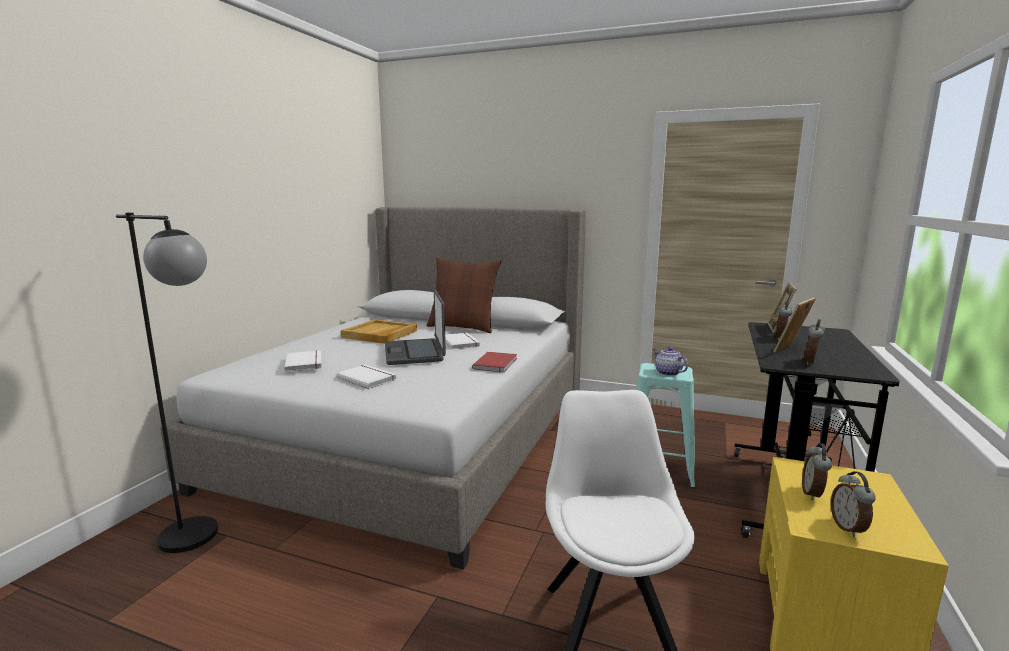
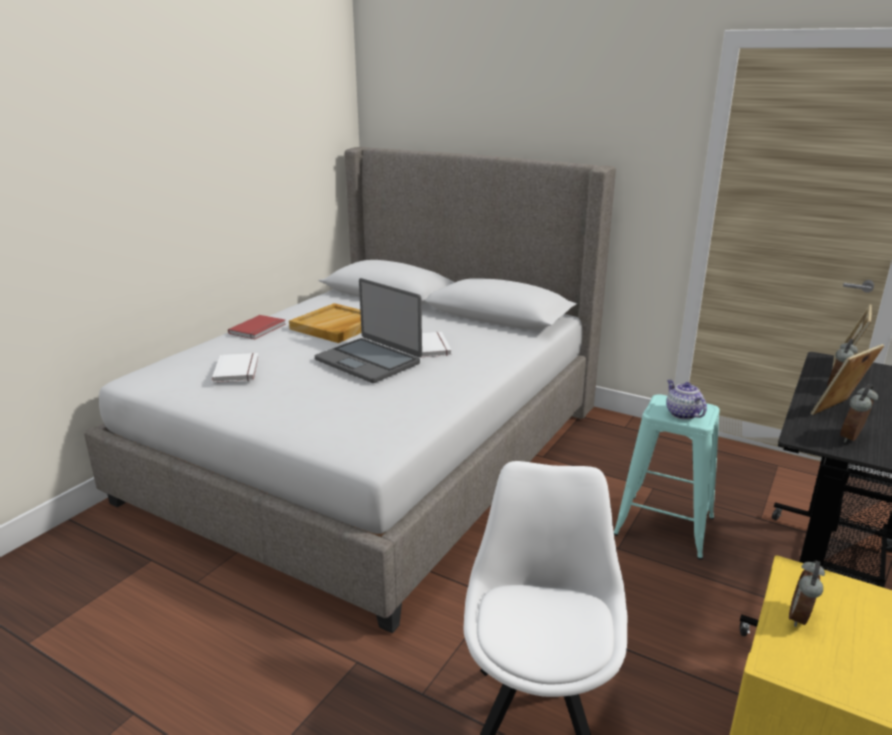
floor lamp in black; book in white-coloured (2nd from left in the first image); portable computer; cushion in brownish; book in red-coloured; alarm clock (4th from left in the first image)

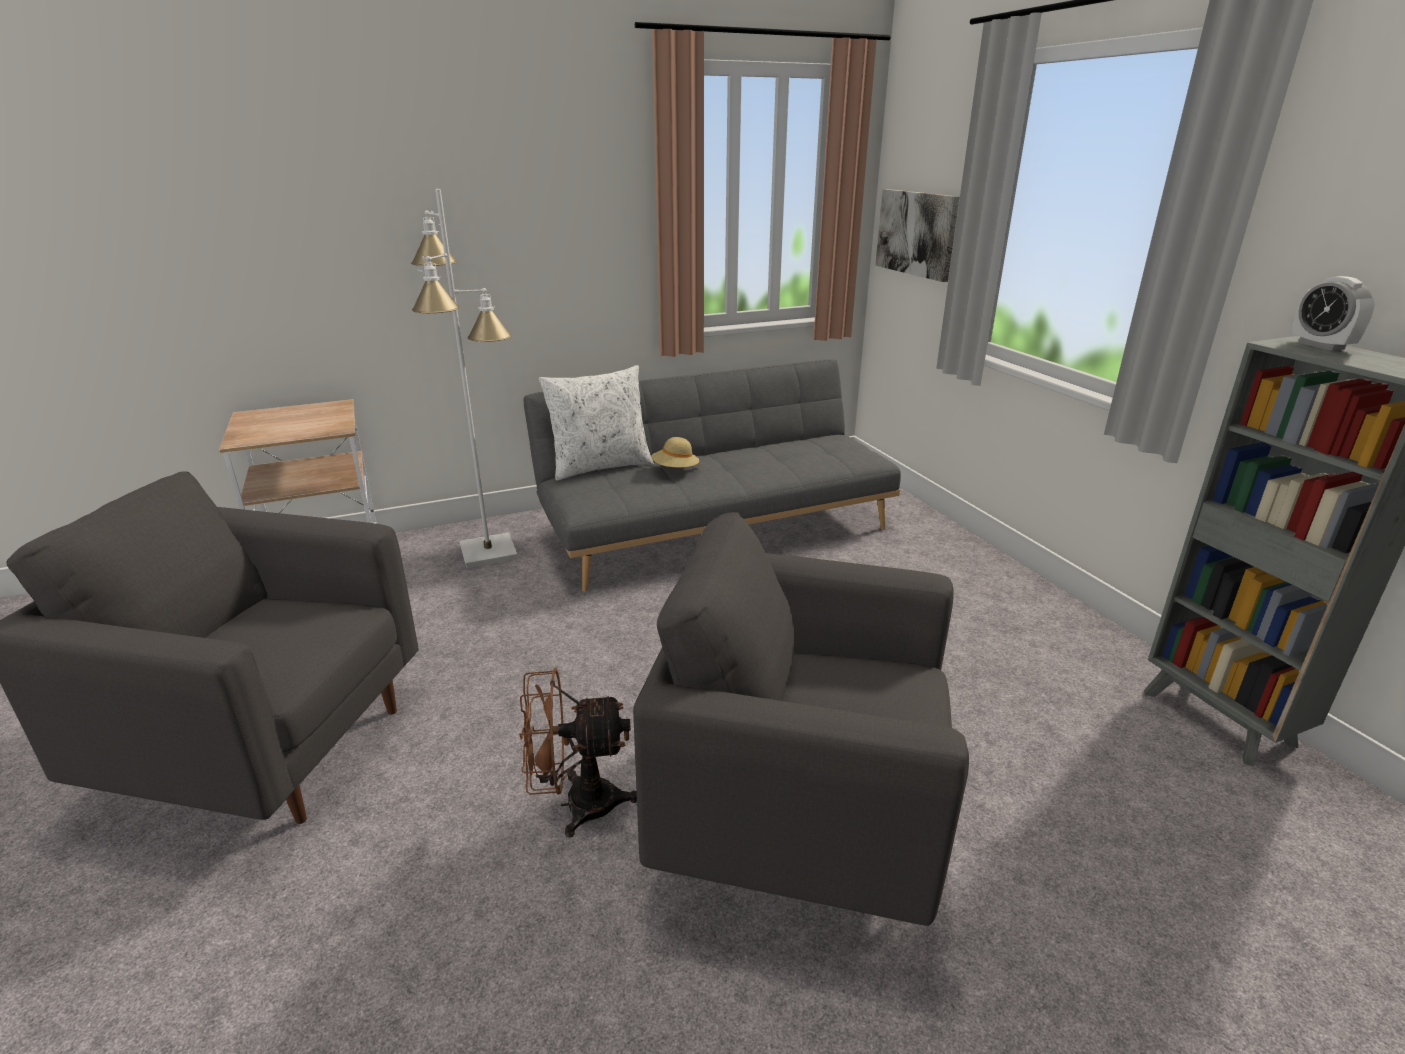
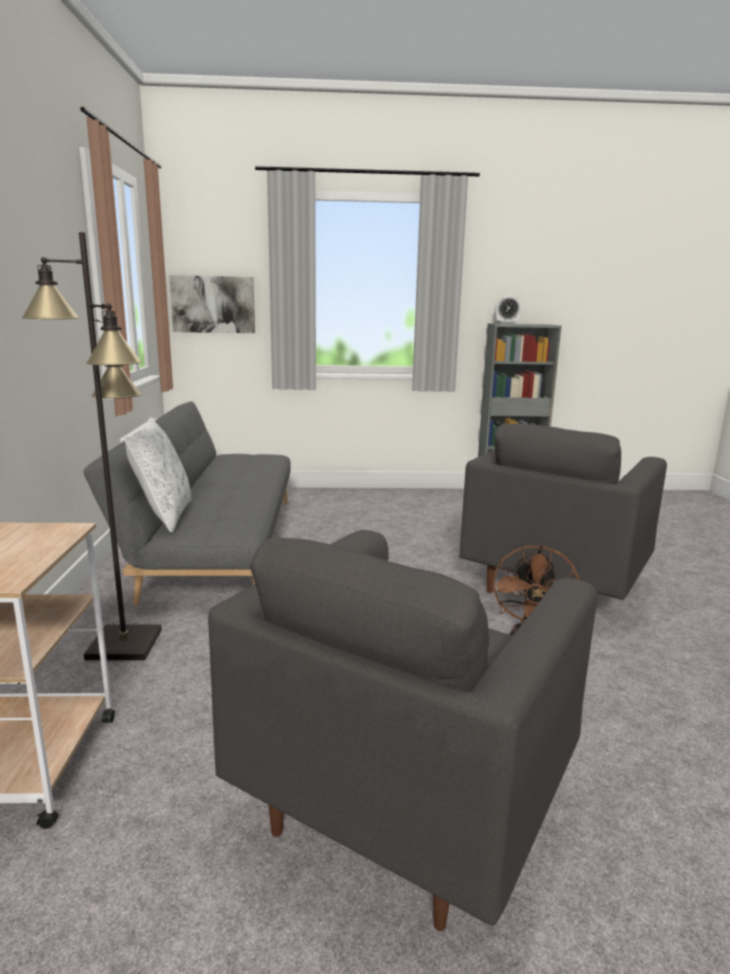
floor lamp in black; wearable hat in beige-coloured

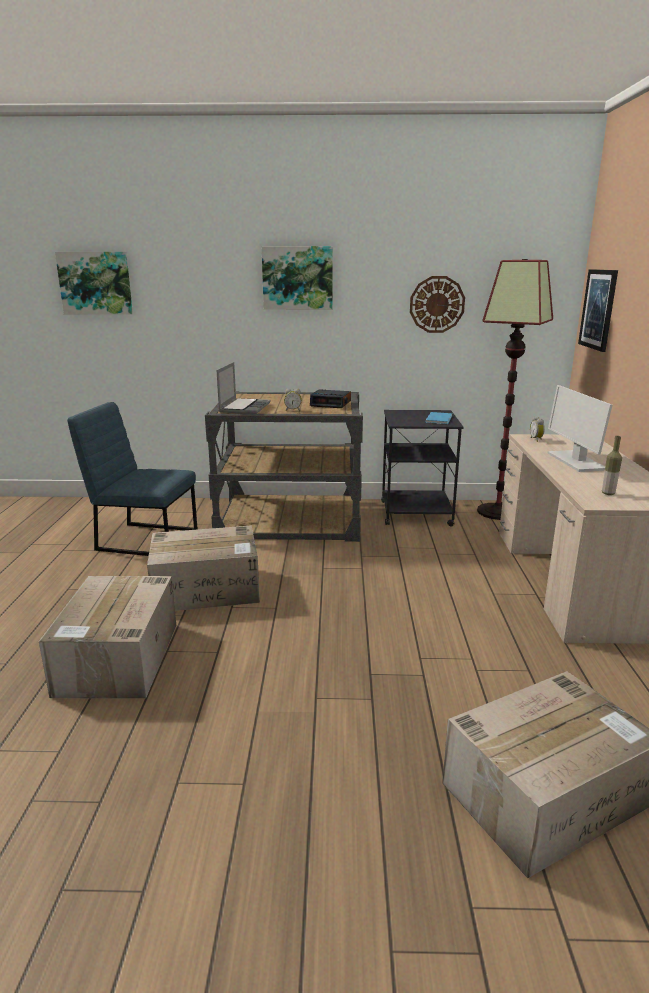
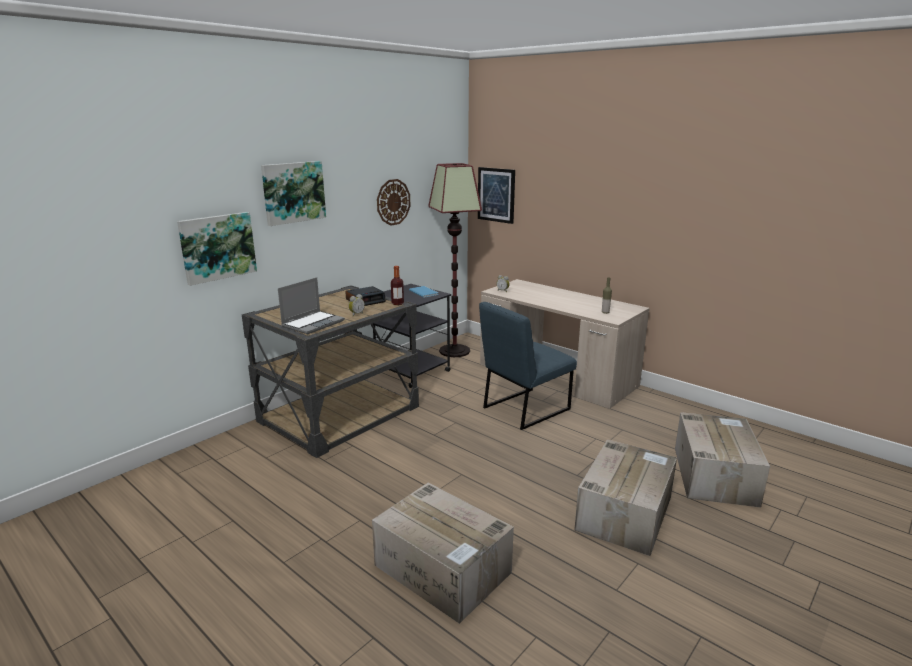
picture (1st from left); chair in bluish; carton (2nd from left); portable computer; computer display; bottle (1st from left)

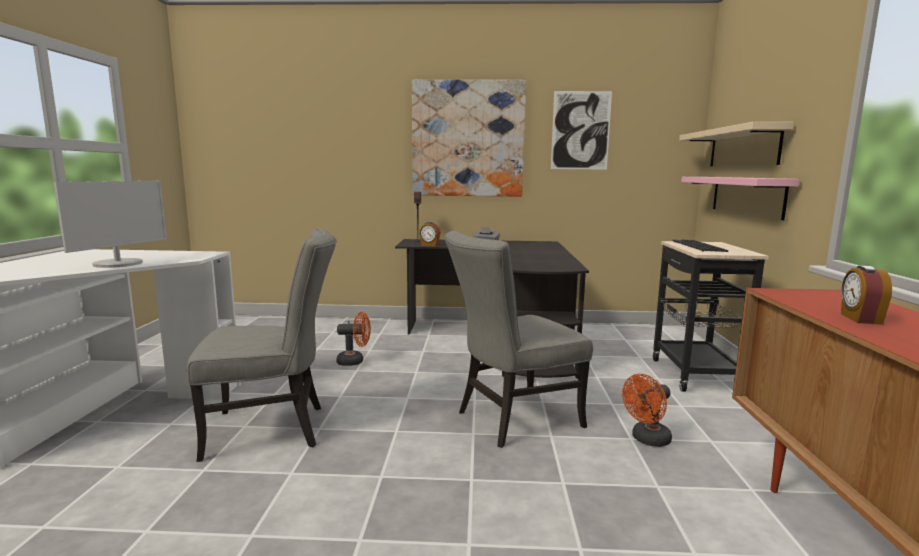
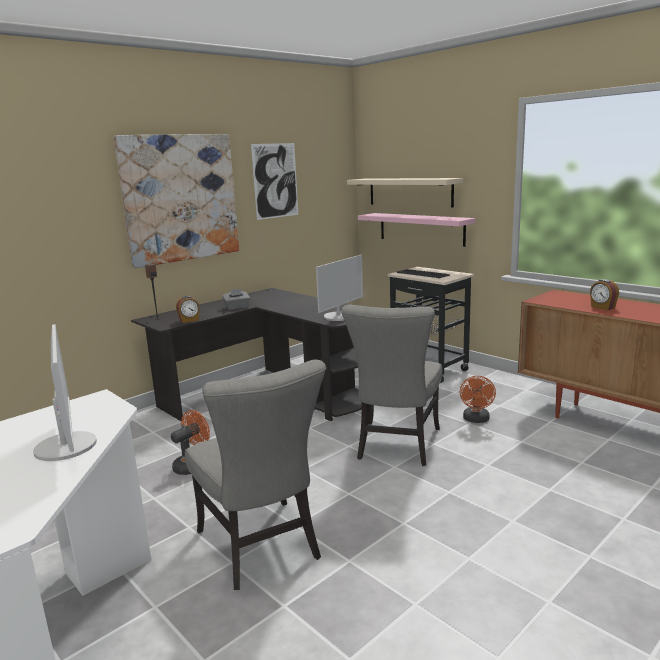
chair in grey (1st from left); computer display (2nd from left)

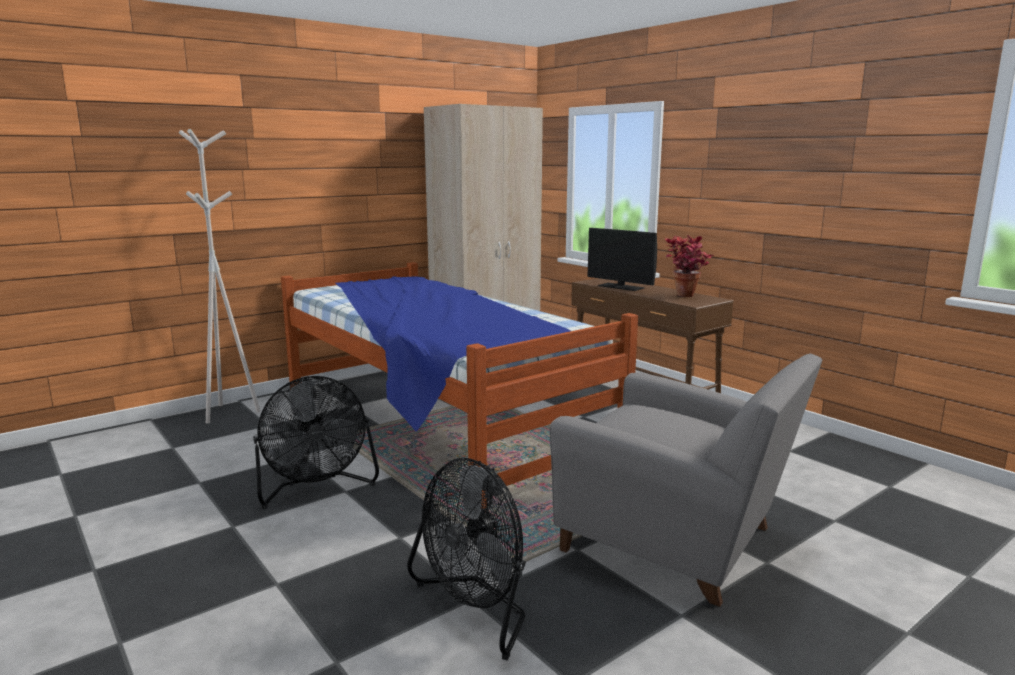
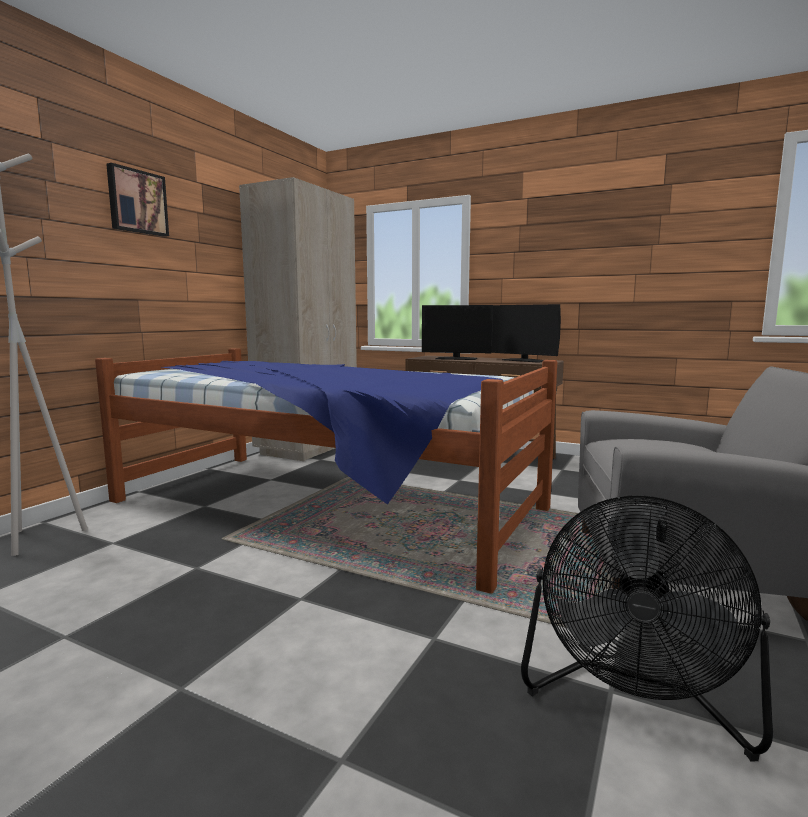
cooling fan in black (1st from left in the first image); computer display (2nd from left); picture

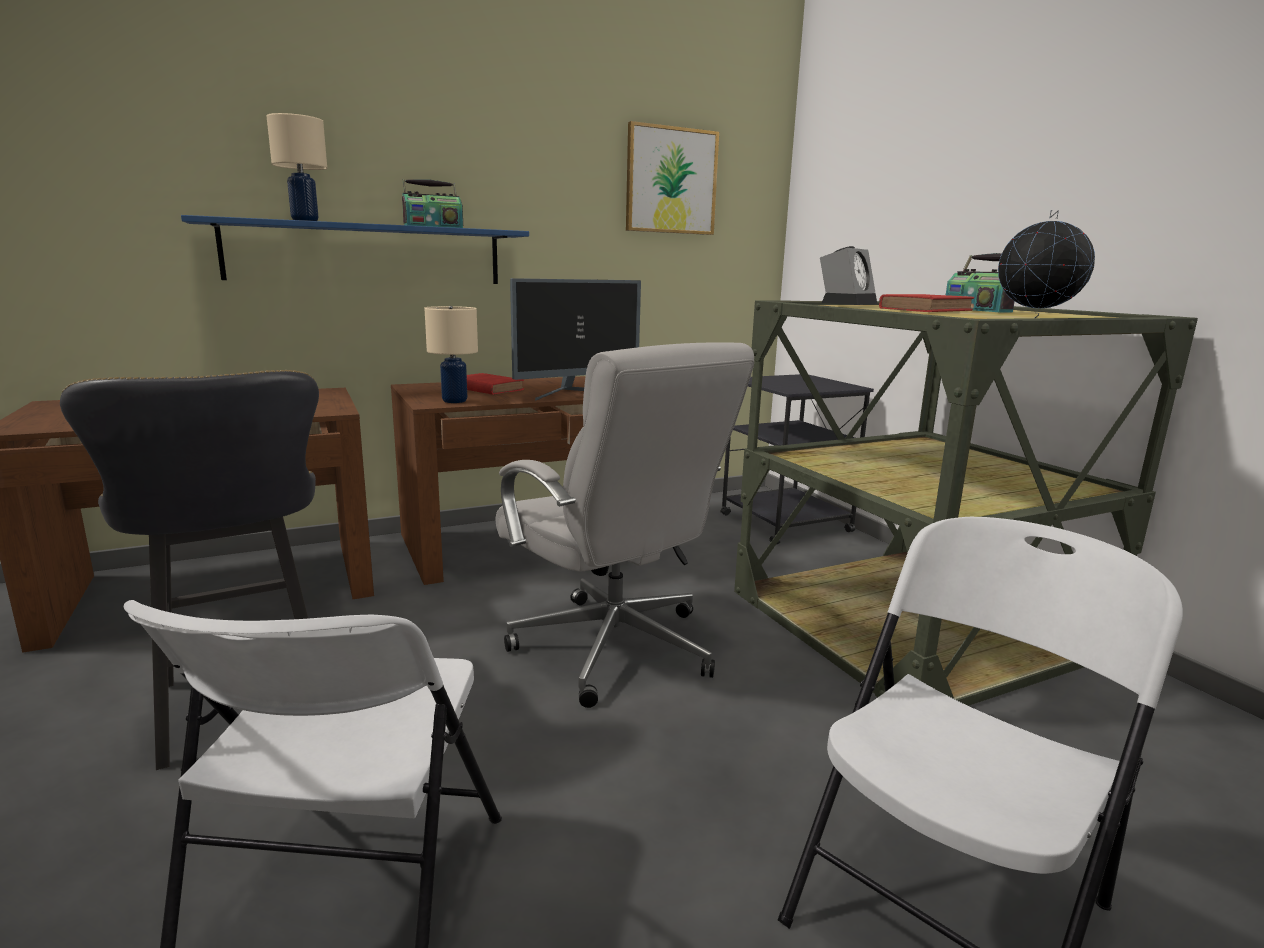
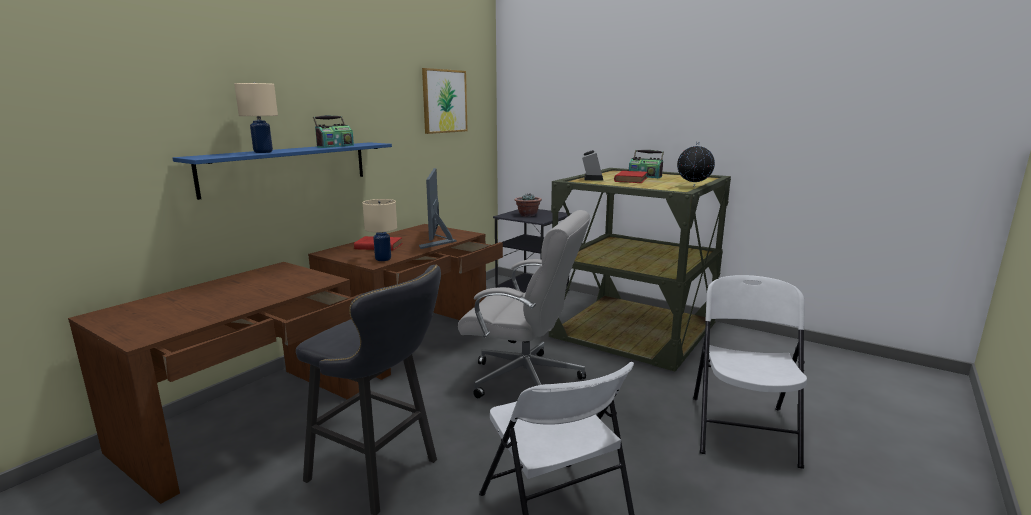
computer display; houseplant

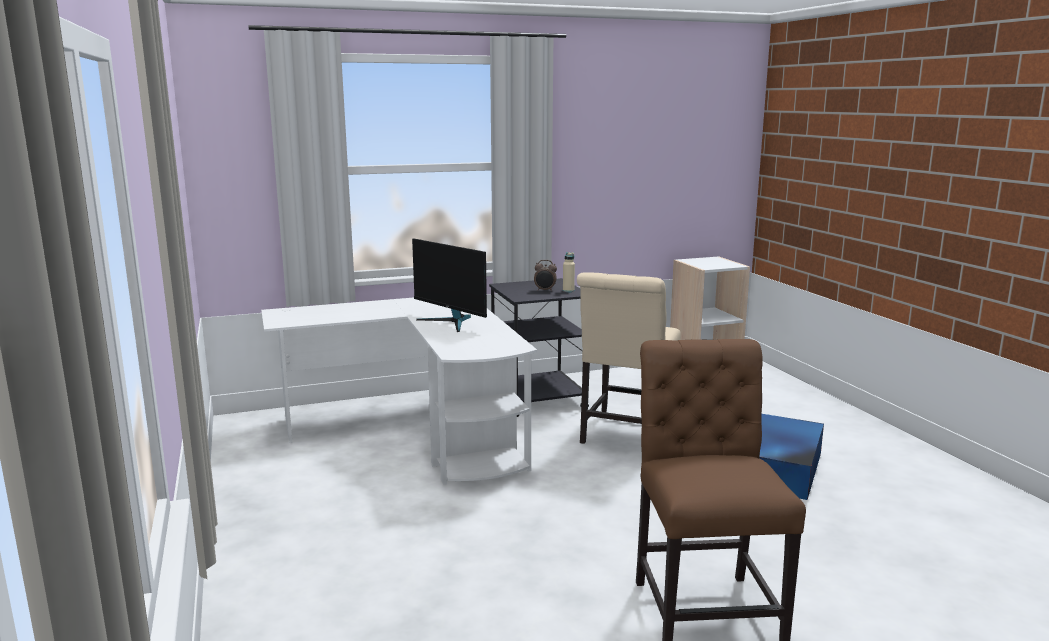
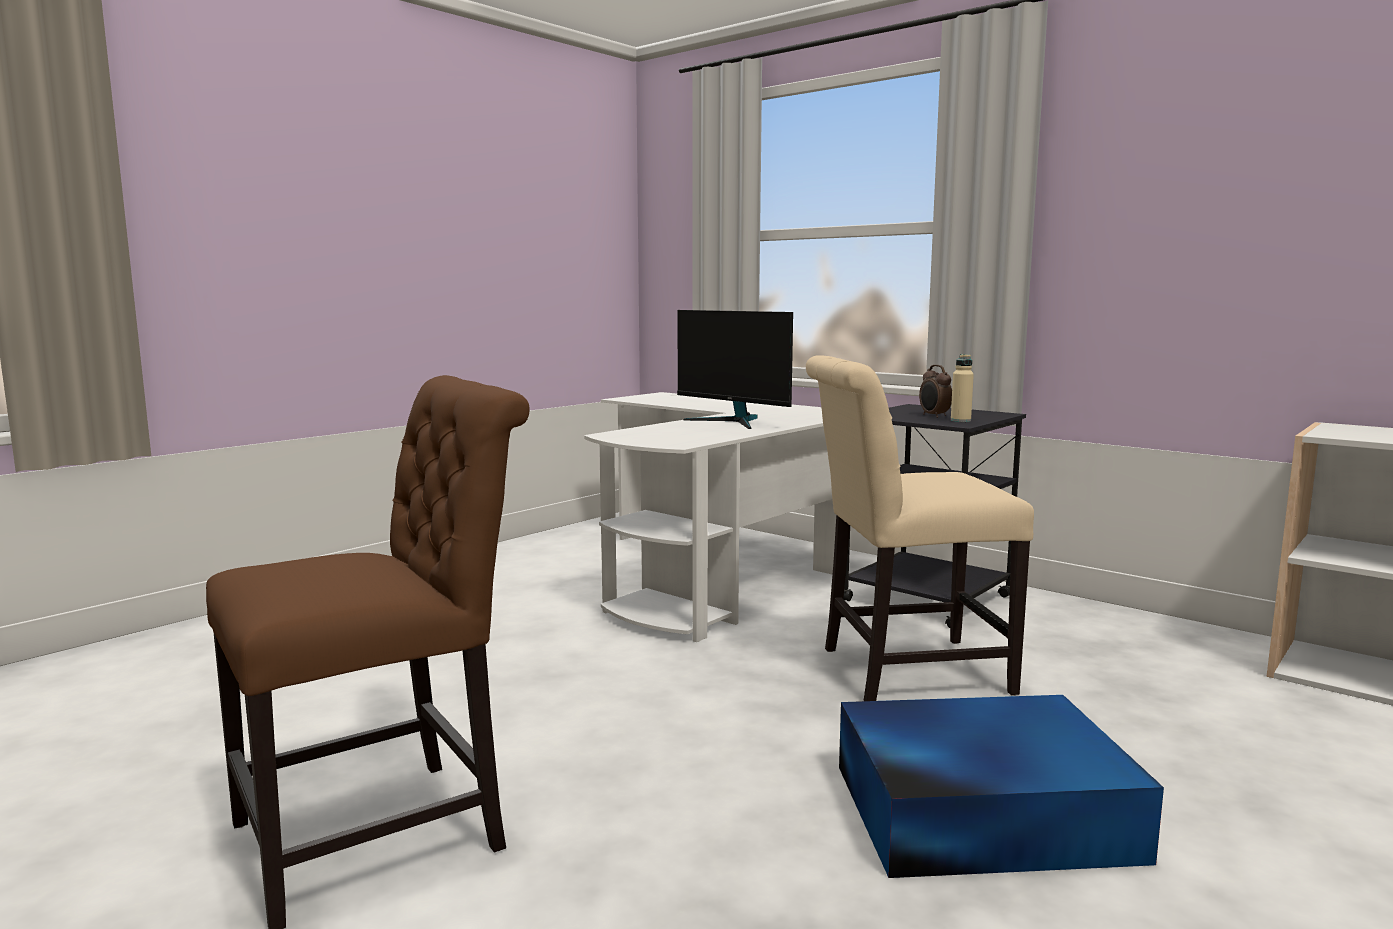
computer display

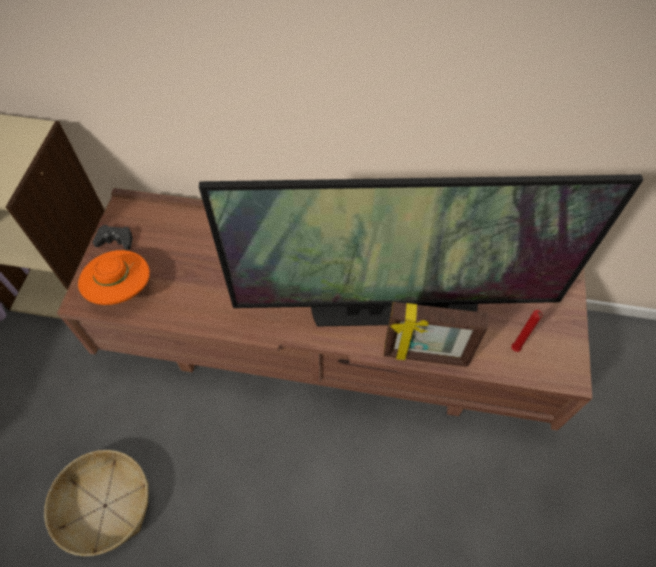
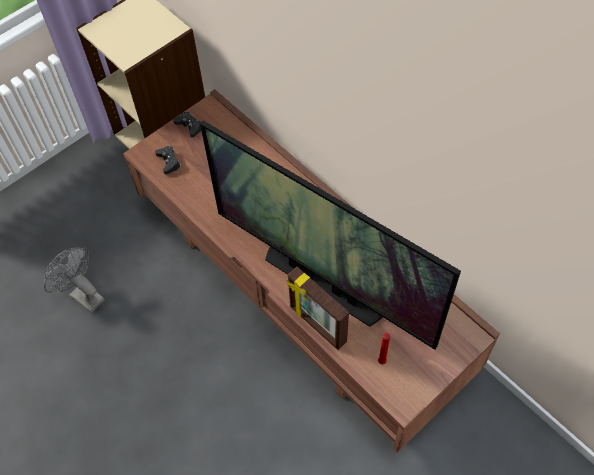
cooling fan in grey; game controller in black (1st from left)

